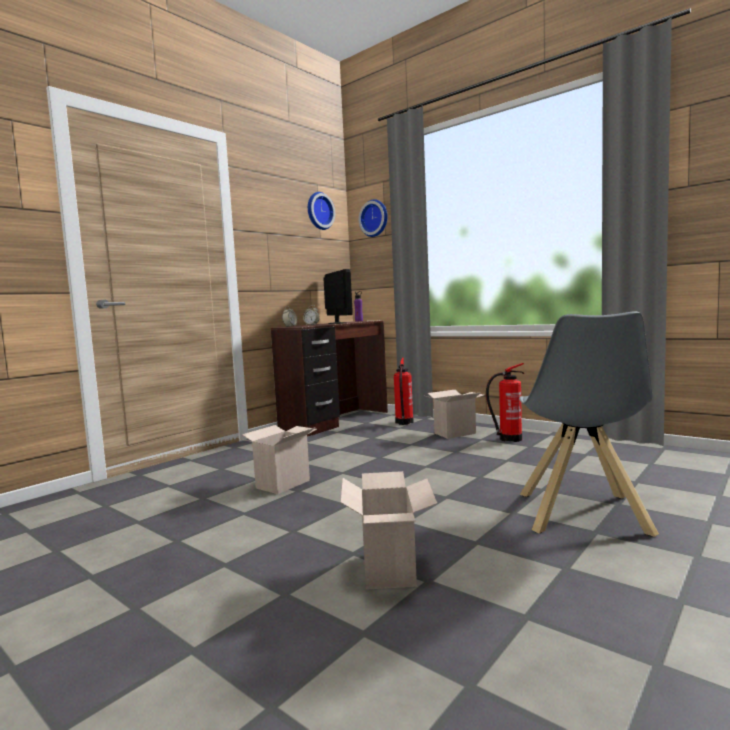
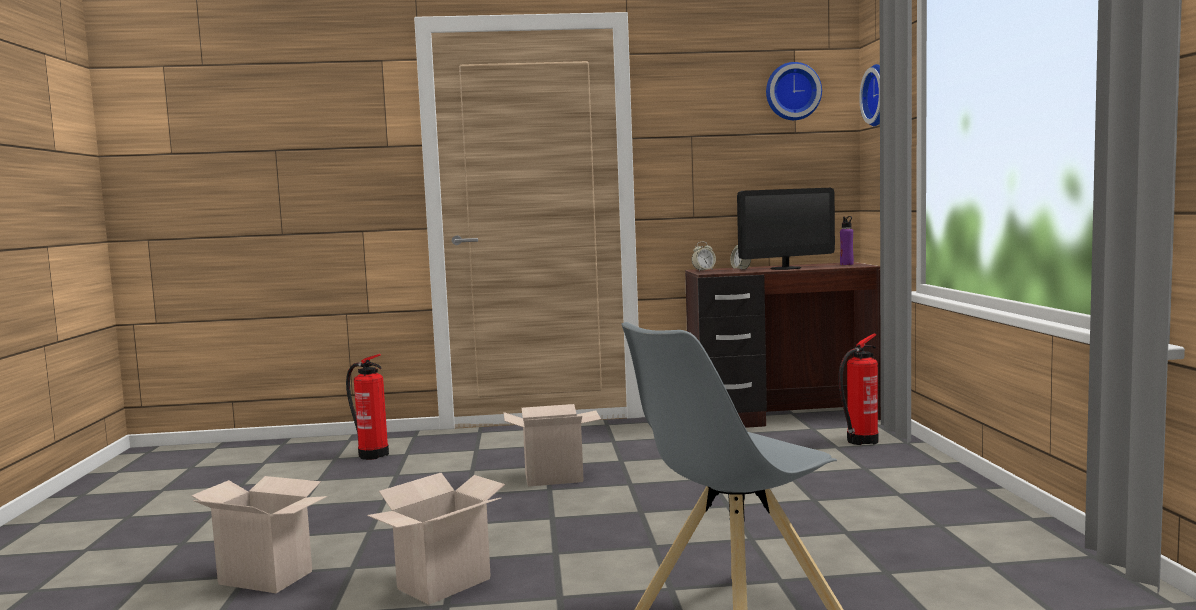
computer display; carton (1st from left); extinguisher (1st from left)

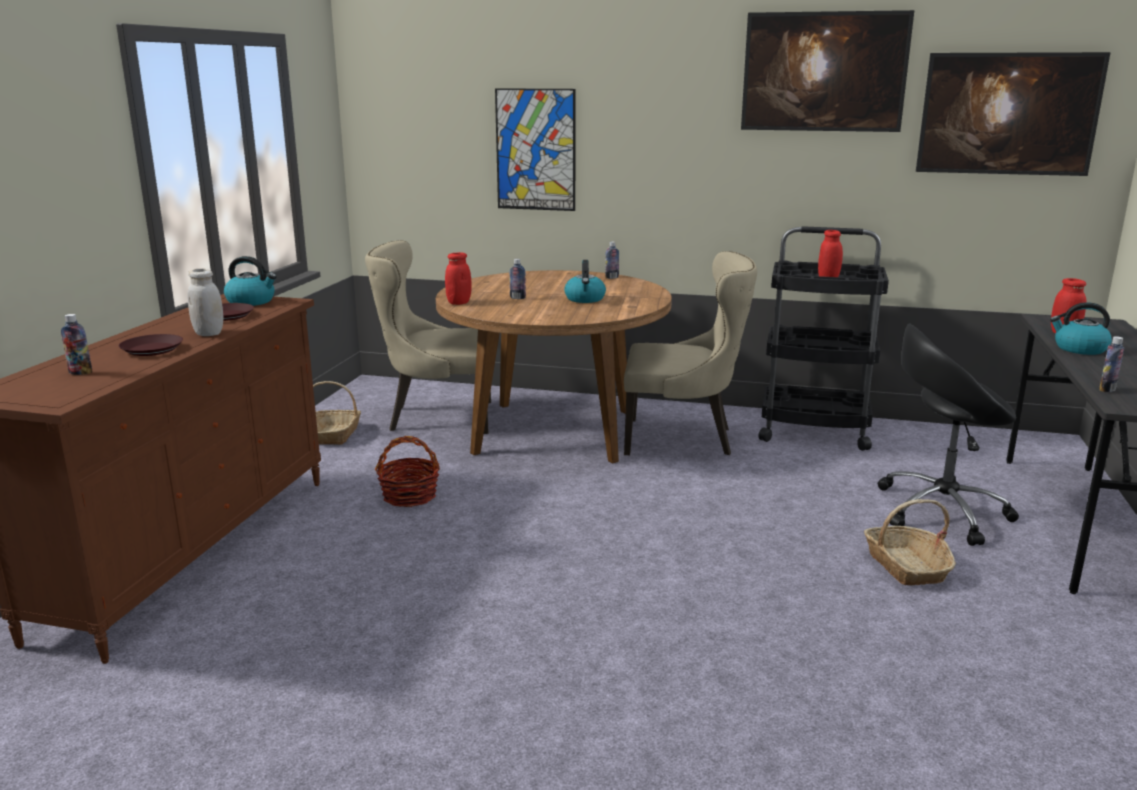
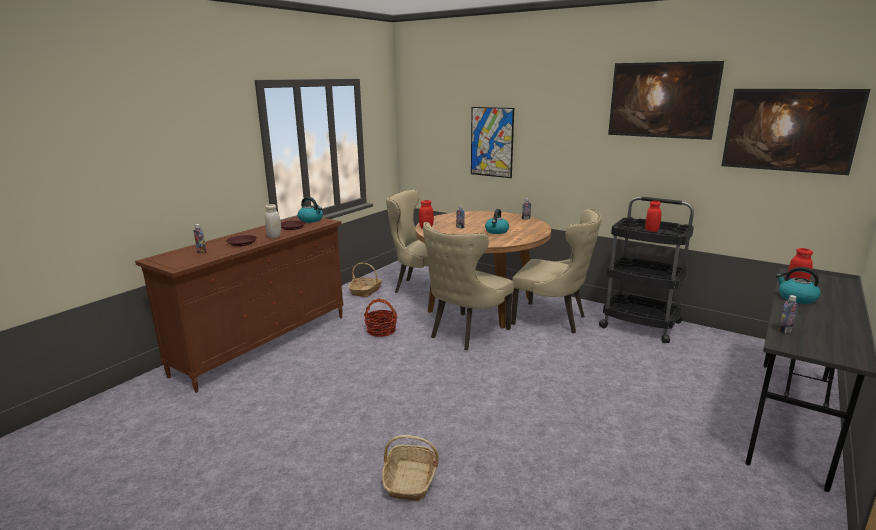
basket (3rd from left); desk chair in black; chair in beige-coloured (2nd from left)

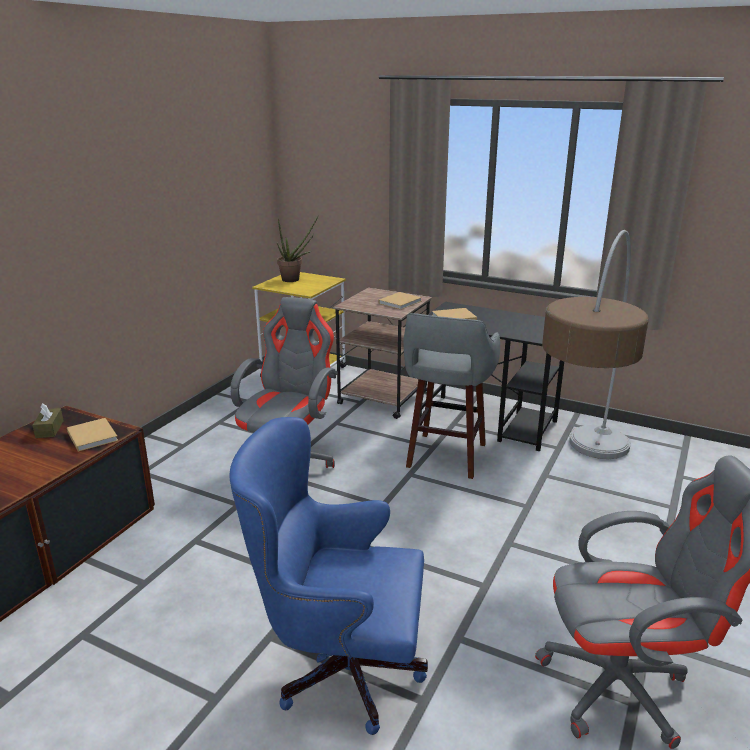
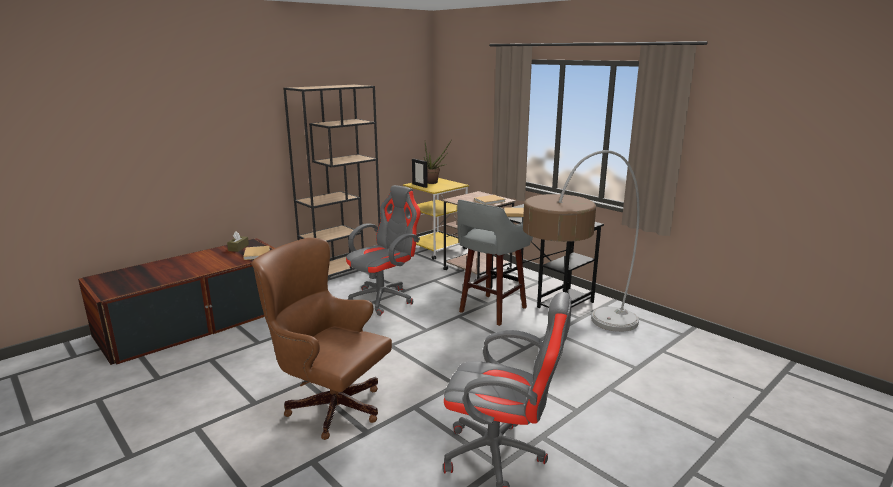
desk chair in brownish; bookcase; picture frame

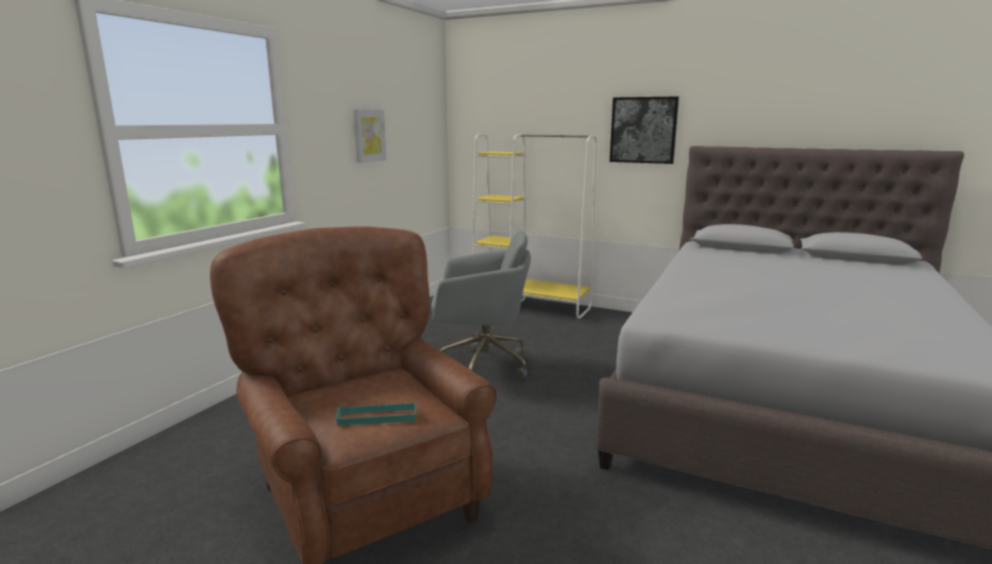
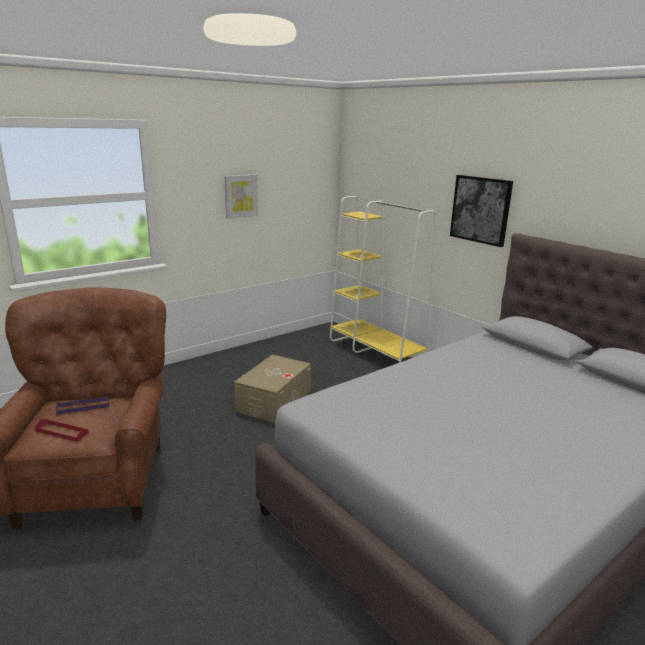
serving tray in red-coloured; storage bin in beige-coloured; serving tray in purple

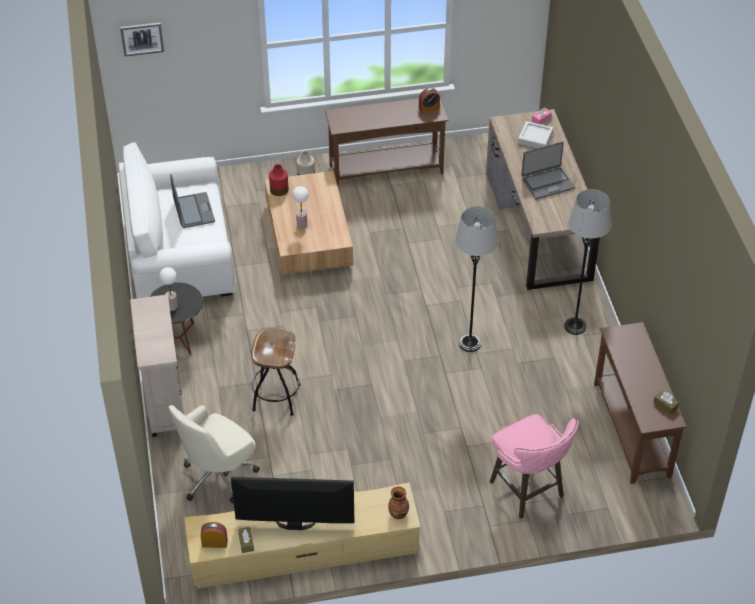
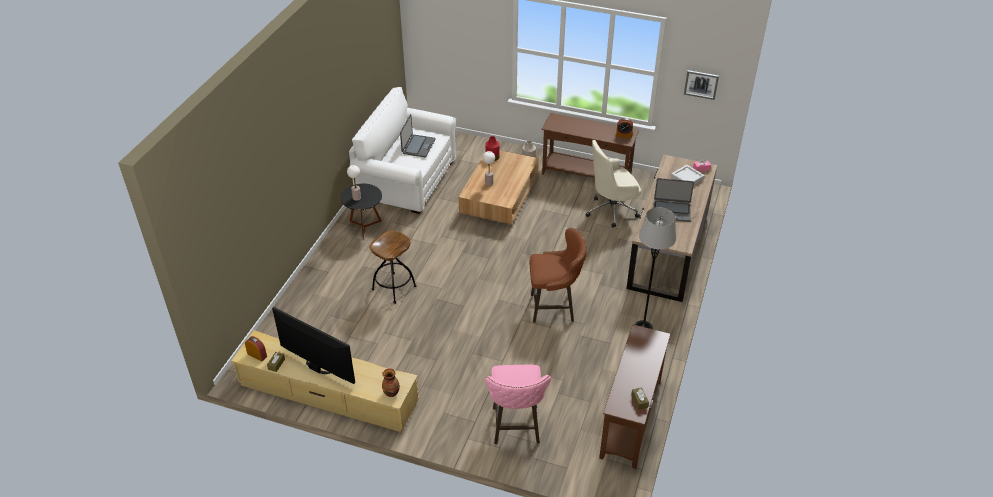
picture; storage cabinet in beige-coloured; desk chair in beige-coloured; stool in brownish (2nd from left)

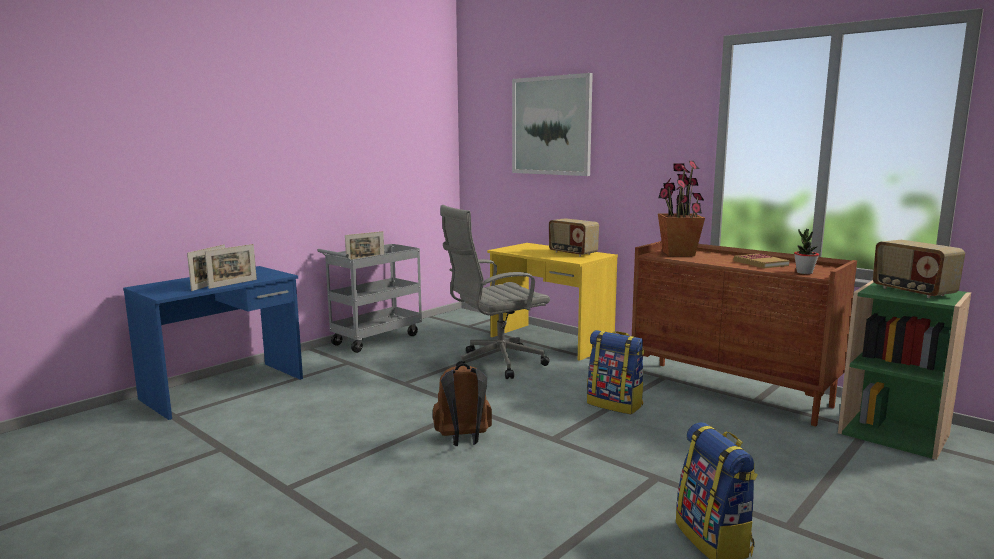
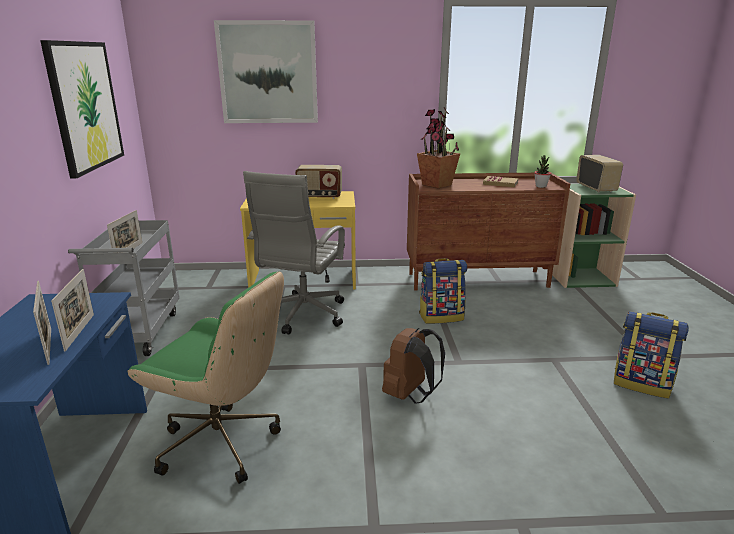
radio (2nd from left); picture (1st from left); desk chair in greenish

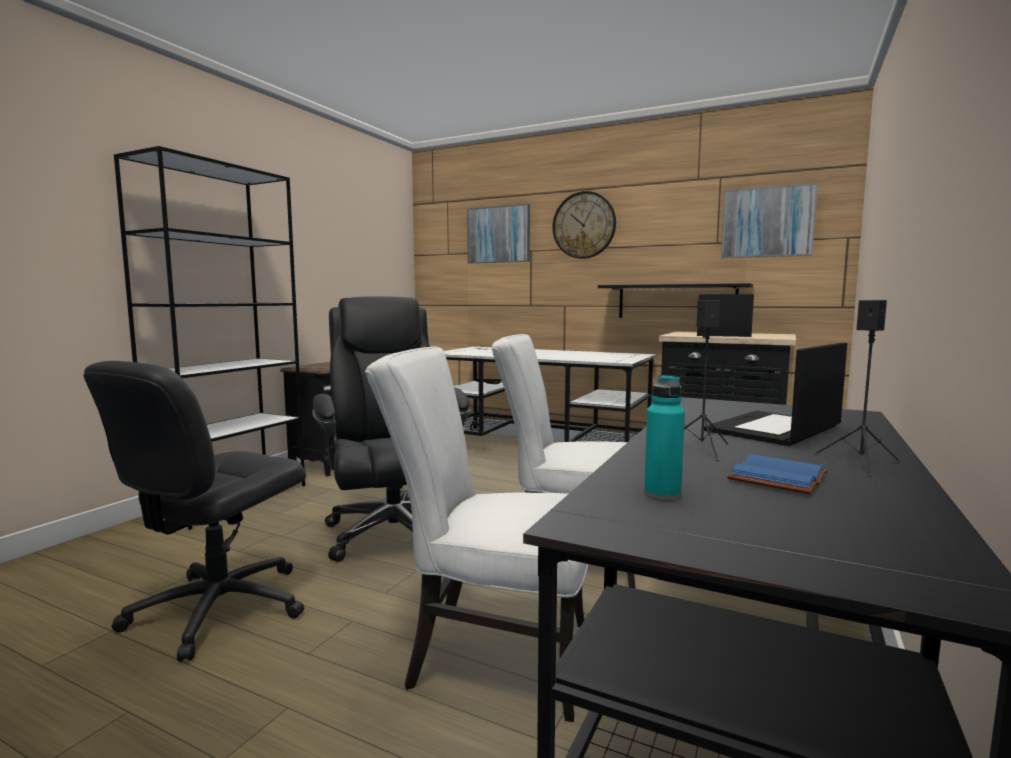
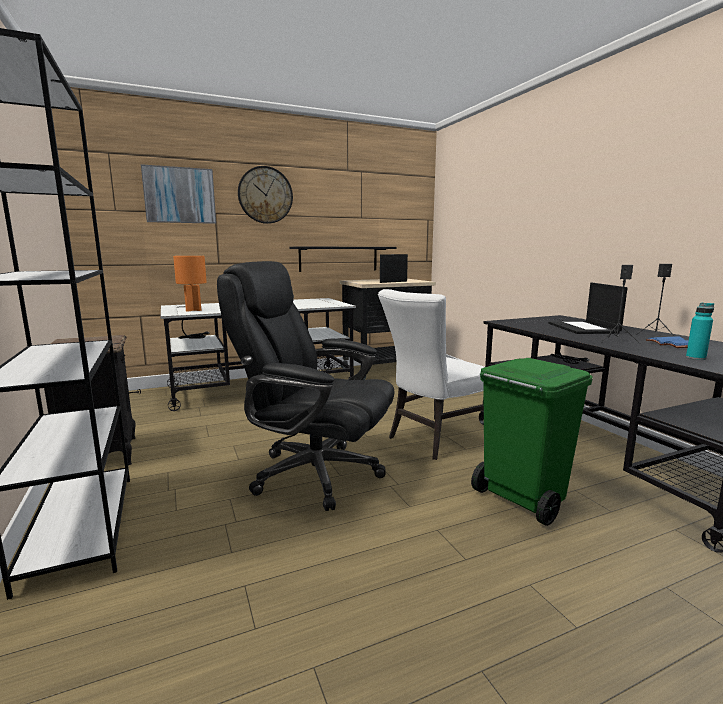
desk chair in black (1st from left in the first image); waste bin in greenish; picture (2nd from left in the first image); table lamp in orangey

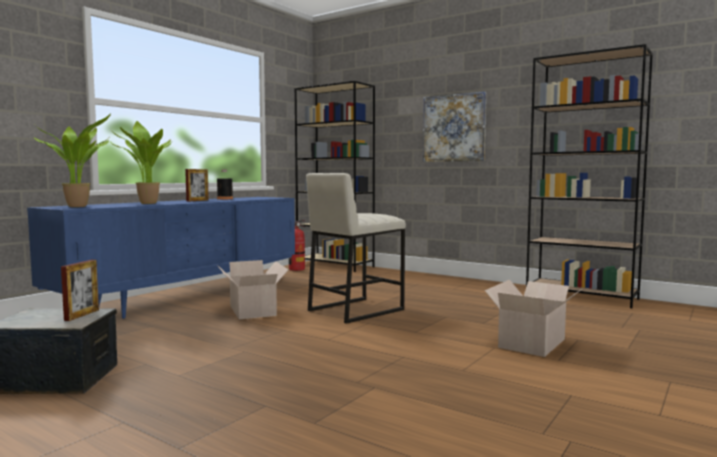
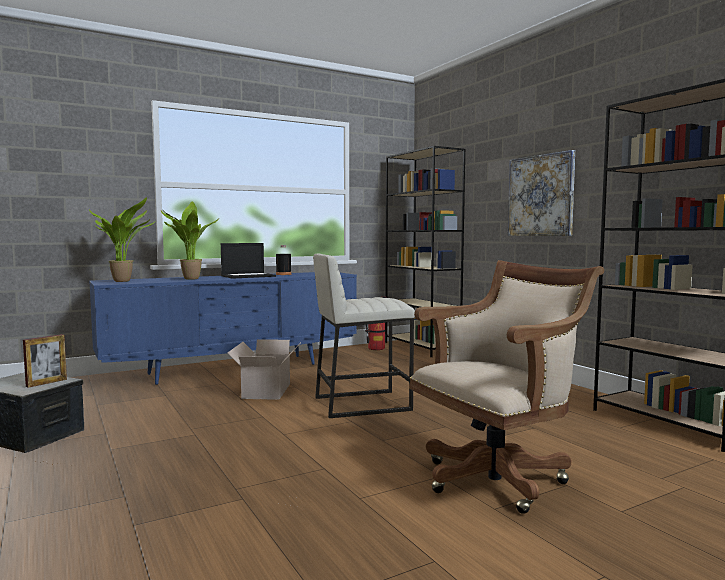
portable computer; desk chair

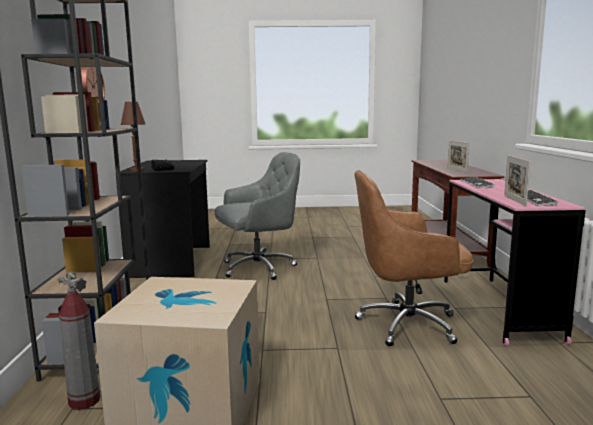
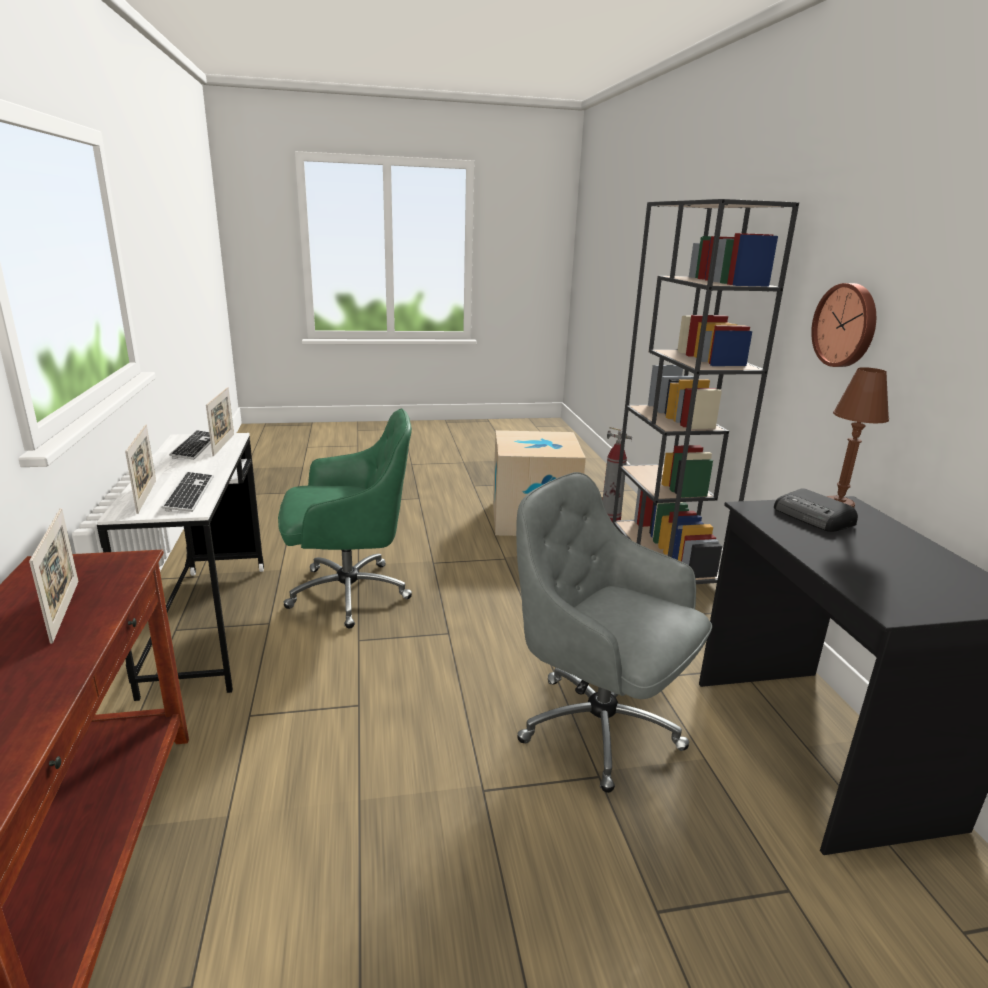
desk chair in grey; desk chair in greenish; desk unit in white-coloured; picture frame (2nd from left)

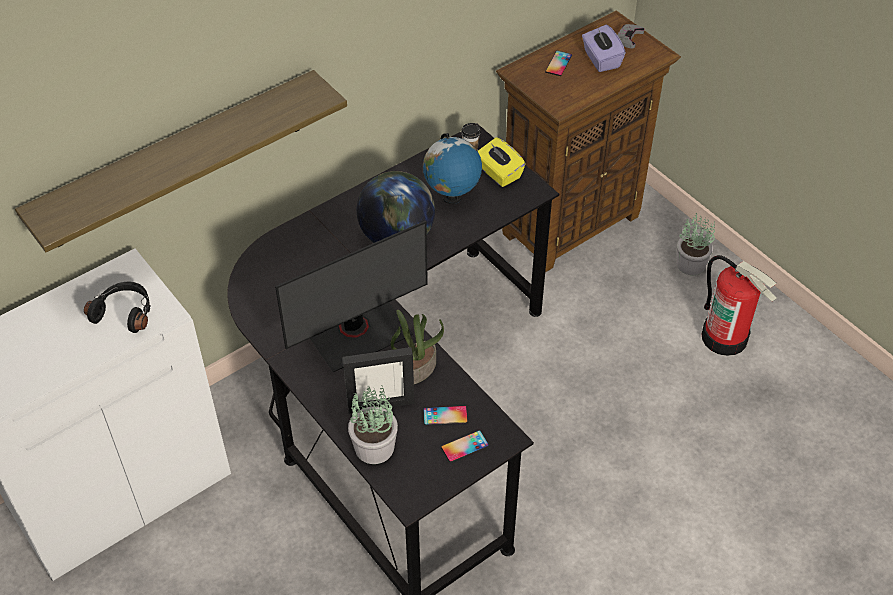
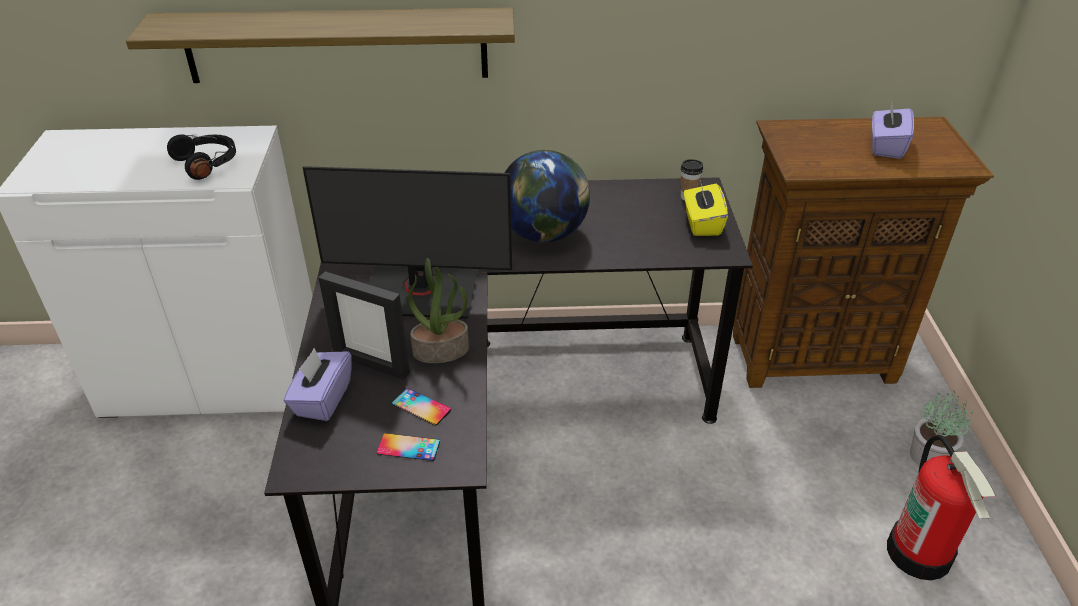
tissue box in purple (1st from left); globe (2nd from left in the first image); handset (3rd from left in the first image); game controller in grey

